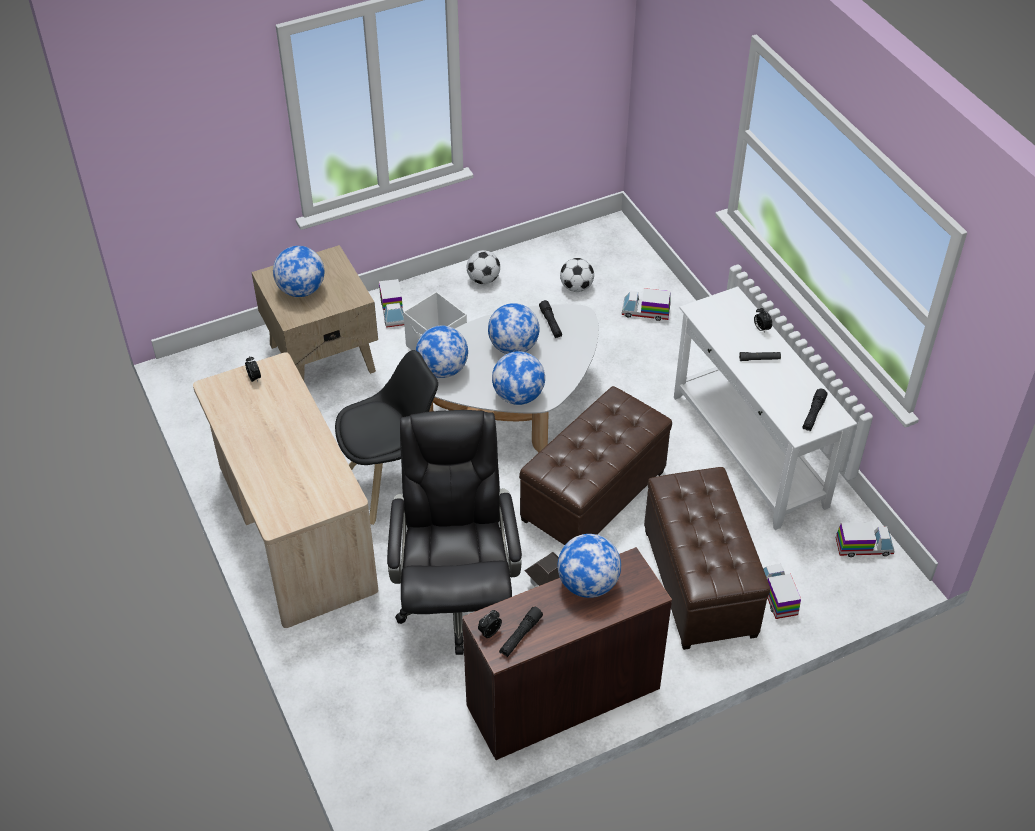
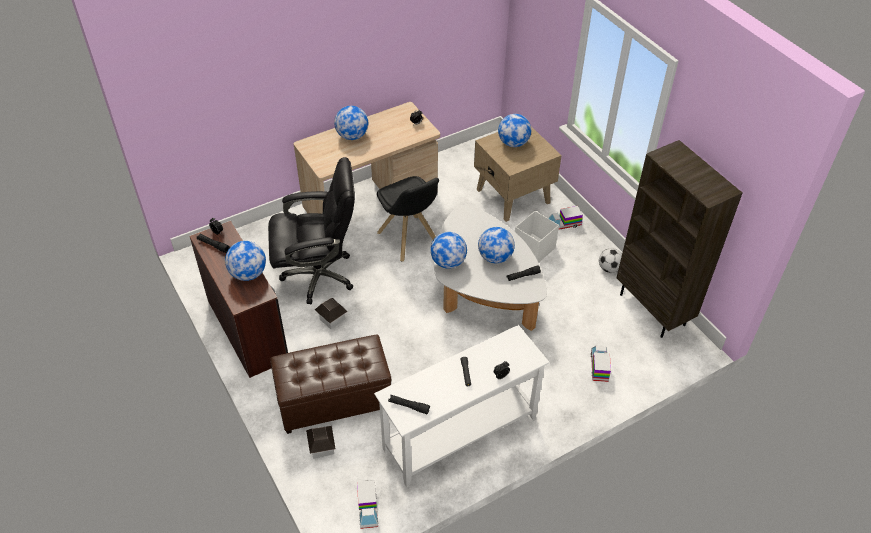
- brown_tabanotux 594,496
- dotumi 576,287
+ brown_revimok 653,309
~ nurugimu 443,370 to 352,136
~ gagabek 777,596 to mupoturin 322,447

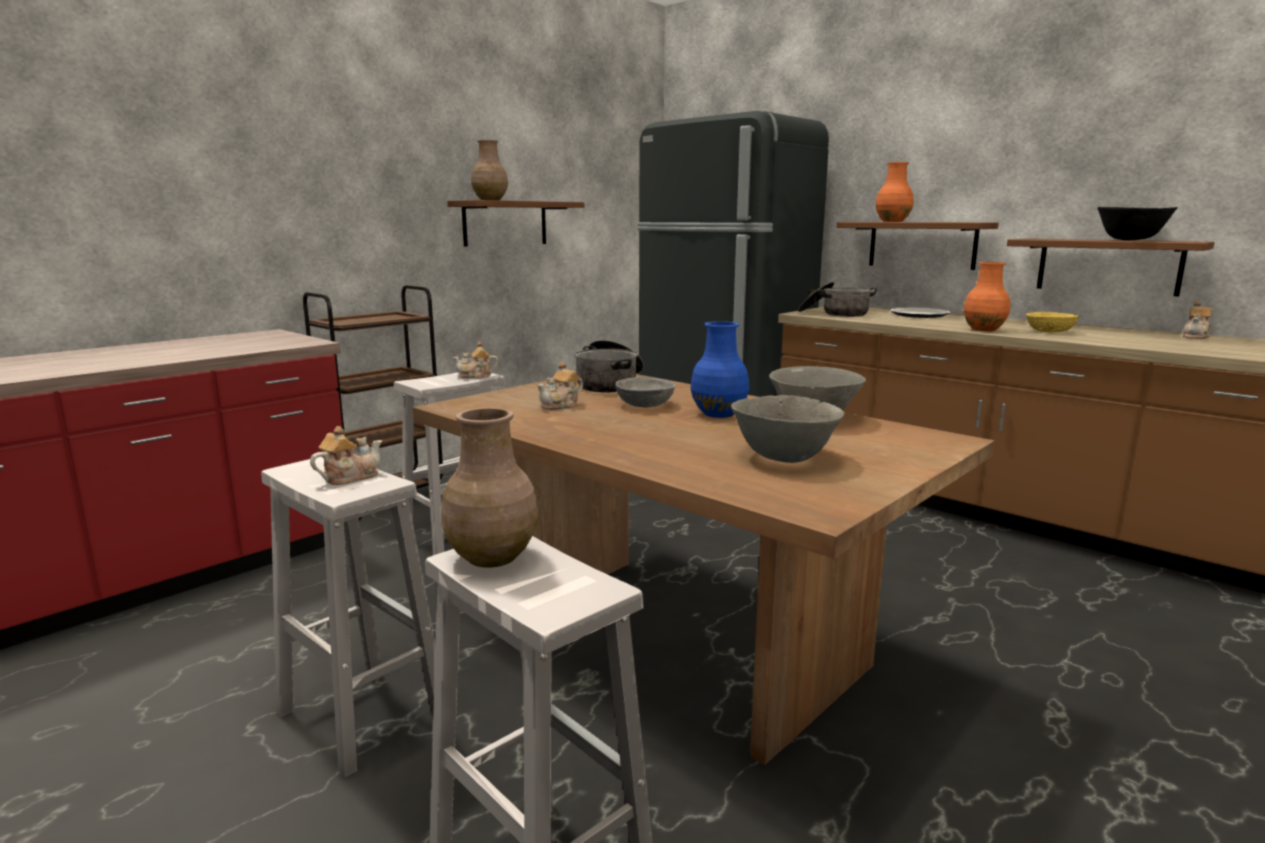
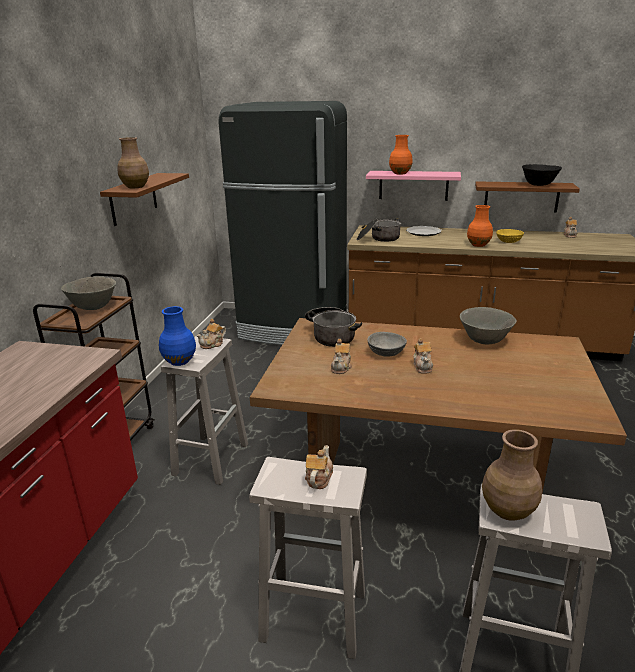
+ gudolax 423,366
~ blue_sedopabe 719,414 to 180,361
~ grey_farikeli 783,458 to 93,307
~ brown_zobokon 922,245 to pink_zobokon 413,185

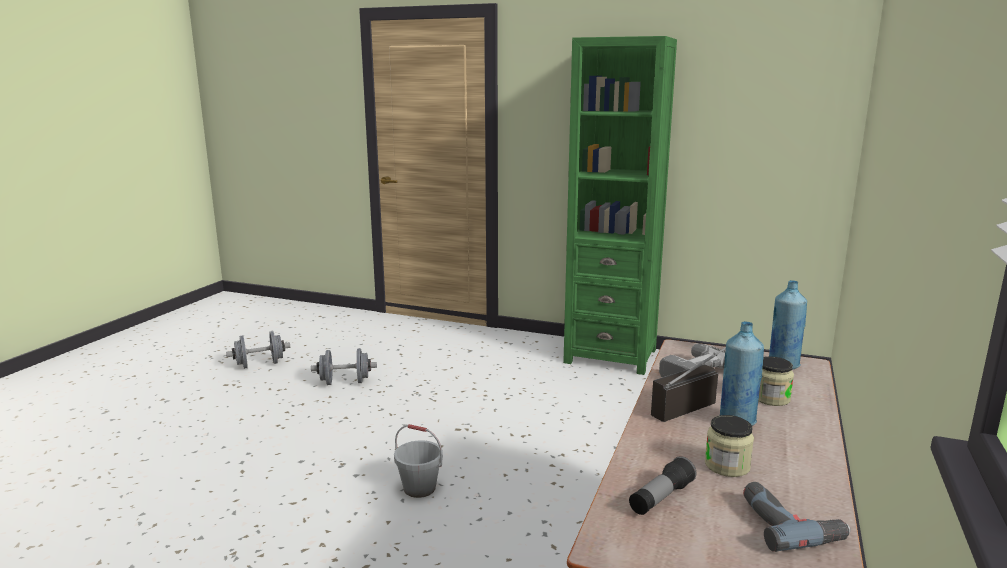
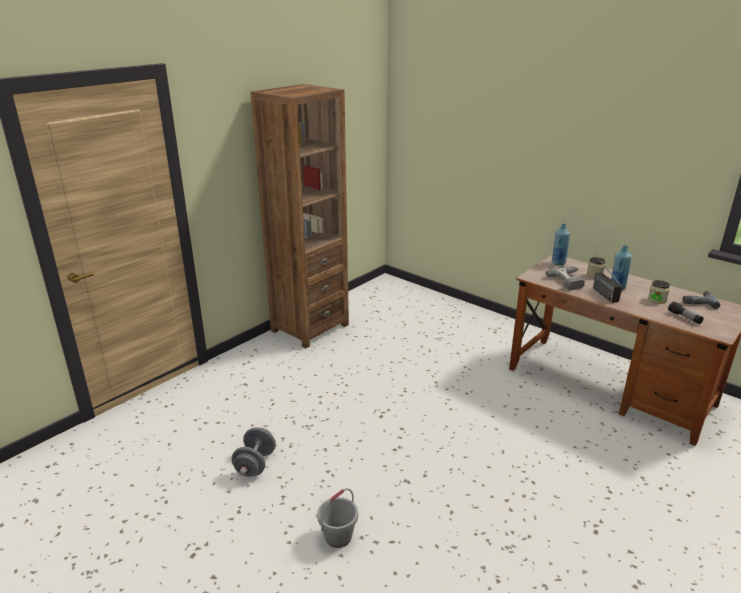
- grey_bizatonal 260,364
~ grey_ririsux 420,488 to 338,536
~ green_revimok 610,356 to brown_revimok 310,328

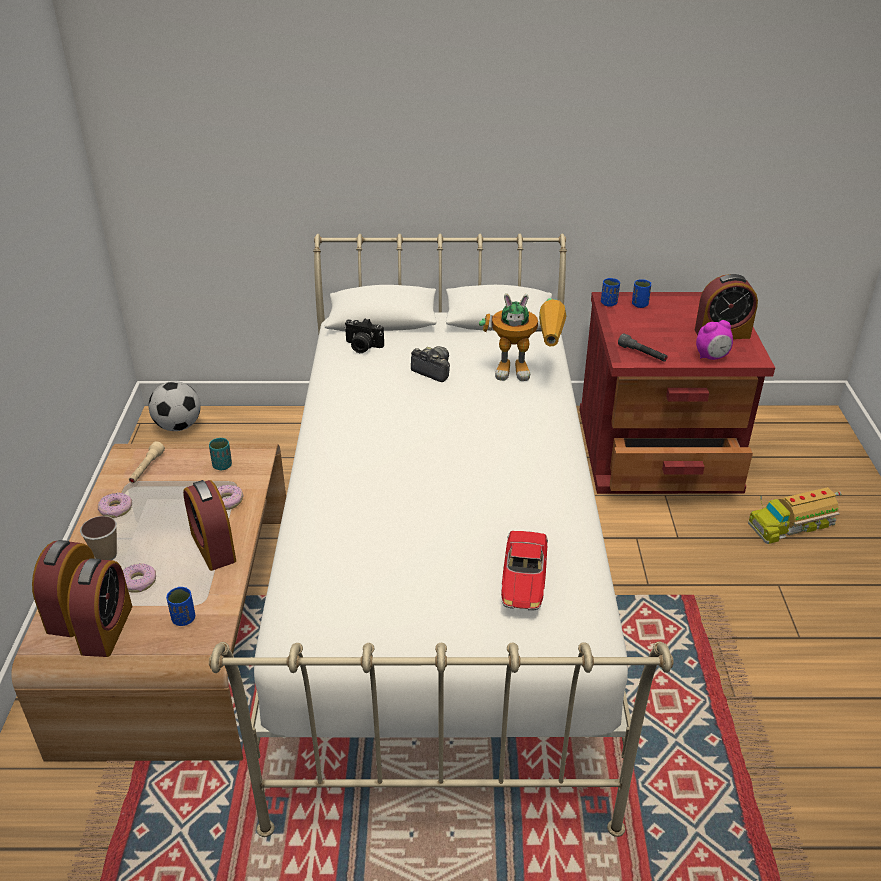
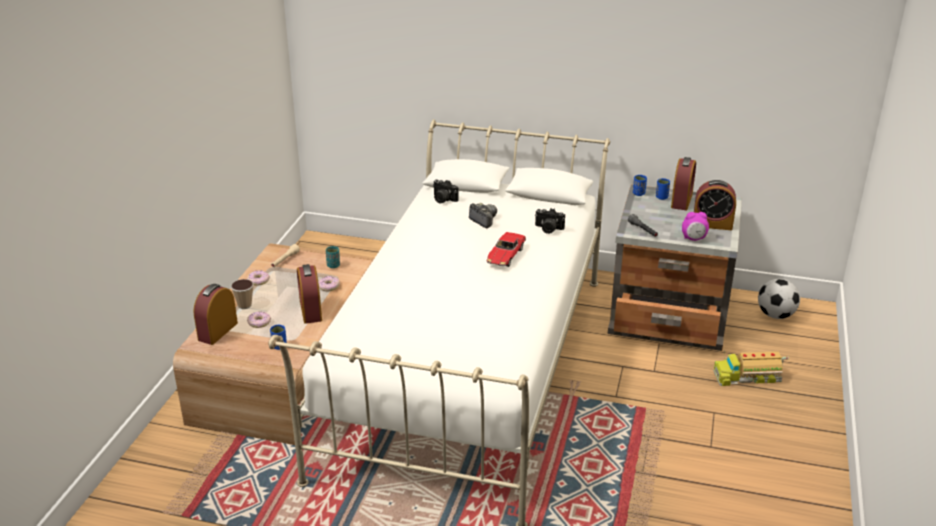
~ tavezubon 107,629 to 681,201
~ dotumi 178,426 to 775,315
~ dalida 523,579 to 505,256
~ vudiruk 526,371 to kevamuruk 548,229
~ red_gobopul 661,455 to grey_gobopul 670,315

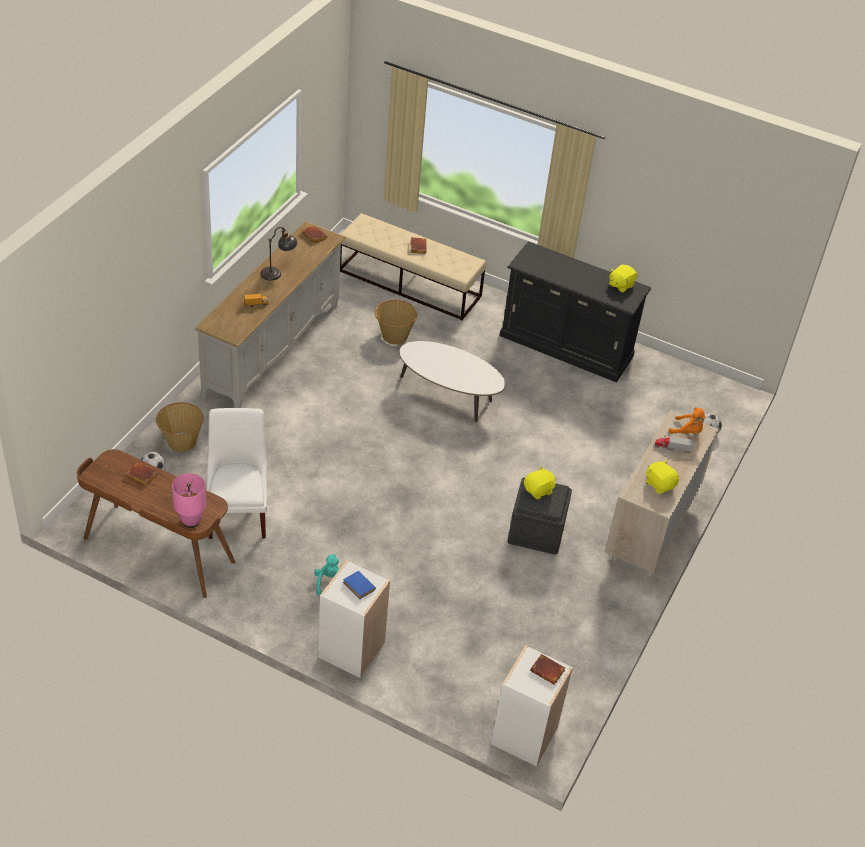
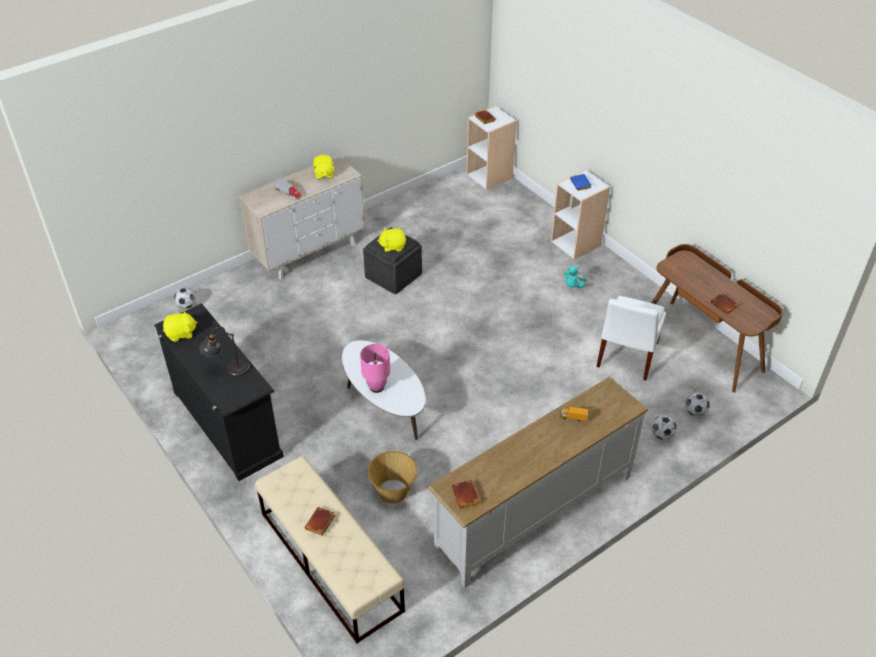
- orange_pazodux 687,431
~ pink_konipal 191,521 to 376,387
~ grey_konipal 278,270 to 228,370
~ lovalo 181,441 to dotumi 661,435

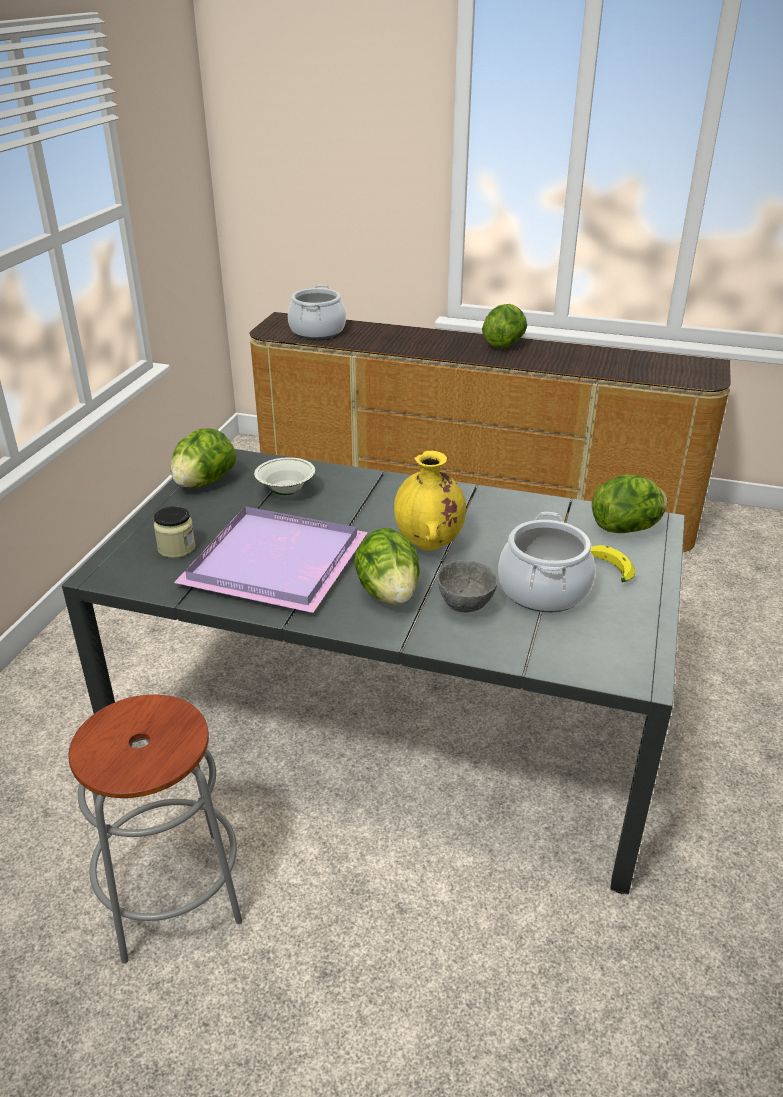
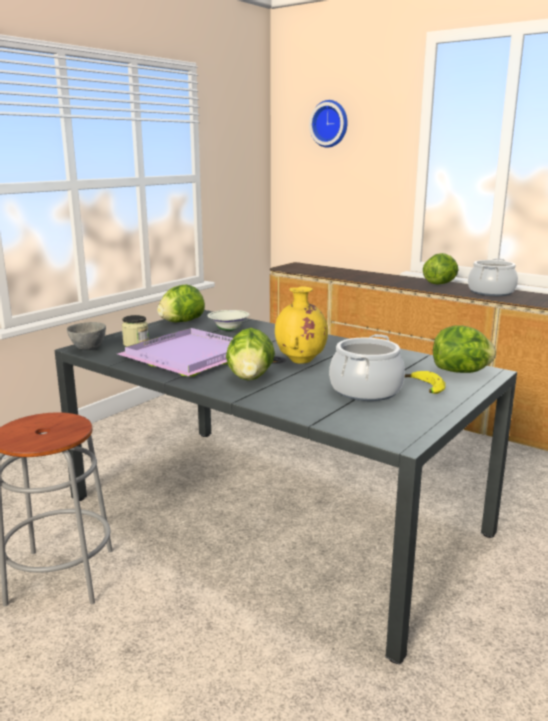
+ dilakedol 330,124
~ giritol 317,331 to 491,292
~ grey_farikeli 466,606 to 89,349

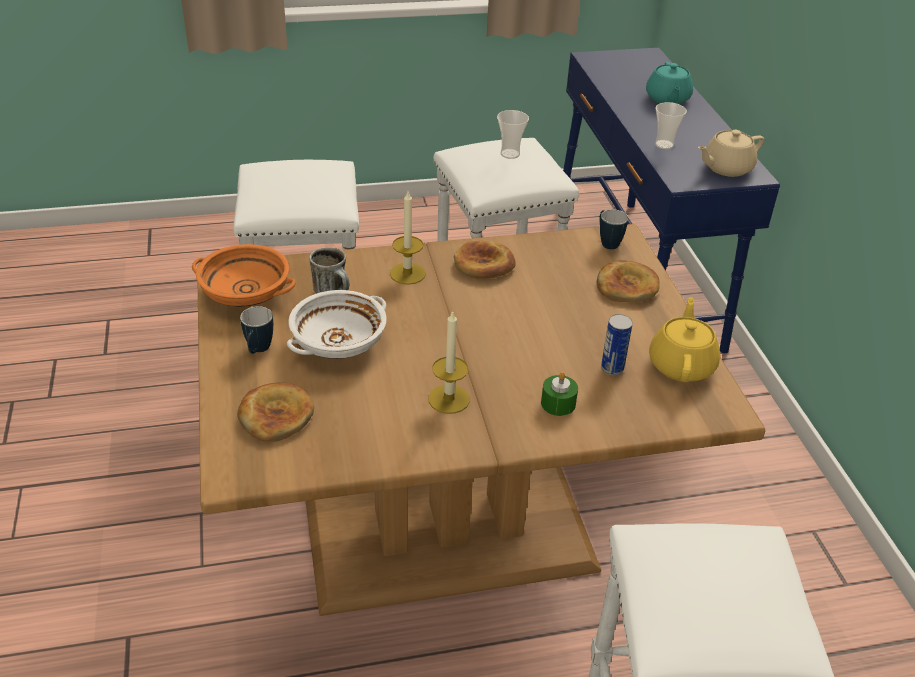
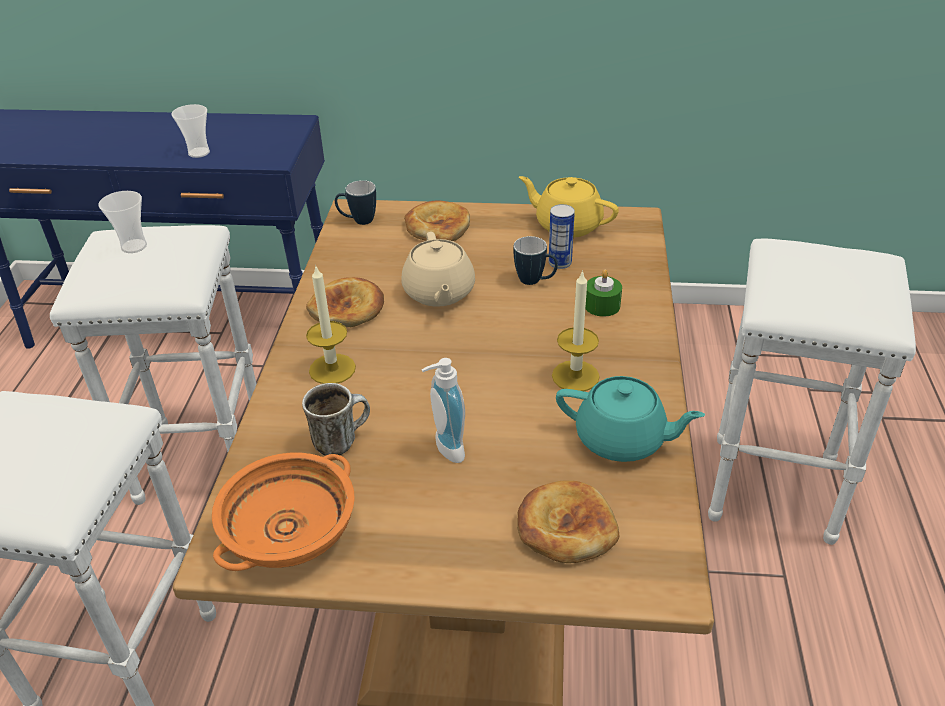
~ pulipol 258,351 to 535,281
~ turquoise_gudolax 667,99 to 622,440
~ beige_gudolax 726,168 to 438,293
~ white_farikeli 338,343 to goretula 445,450

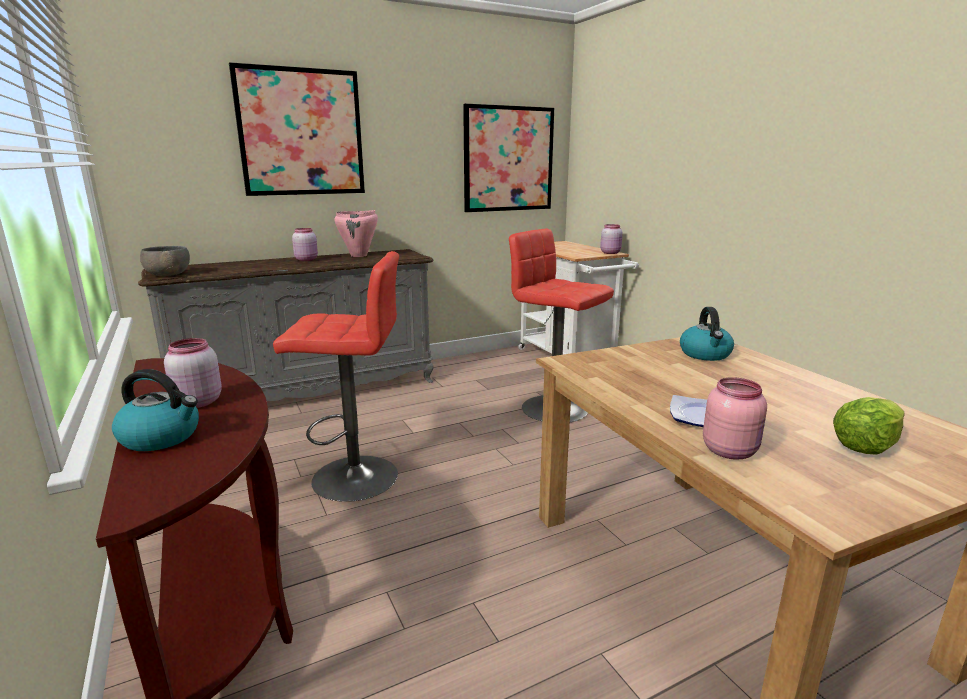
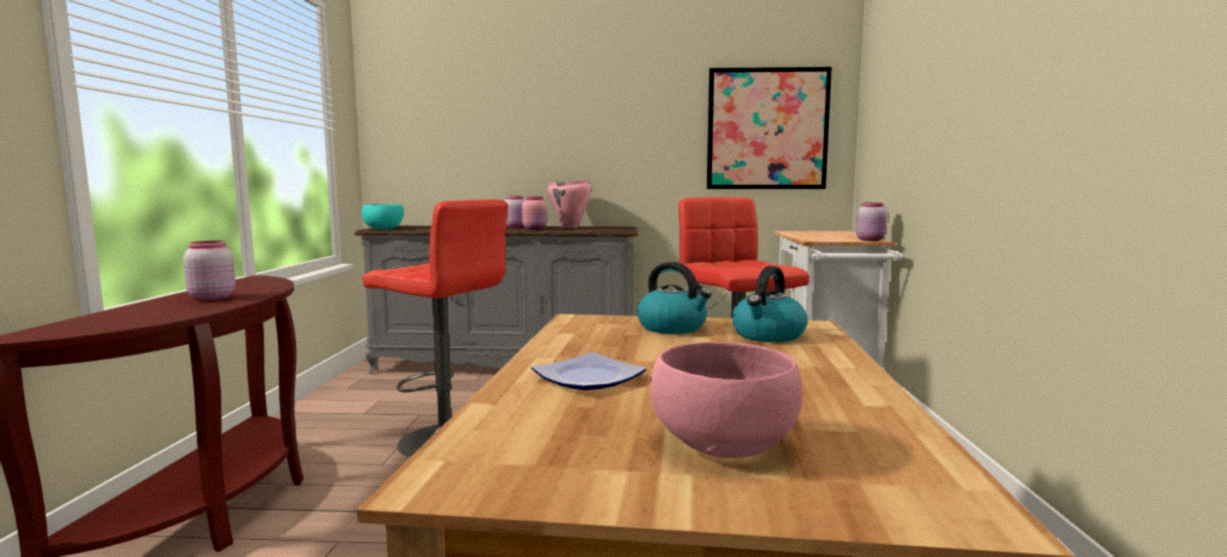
- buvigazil 301,133
~ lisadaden 162,437 to 673,328
~ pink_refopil 730,451 to 535,229
~ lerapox 865,446 to pink_farikeli 722,443
~ grey_farikeli 168,275 to turquoise_farikeli 383,228

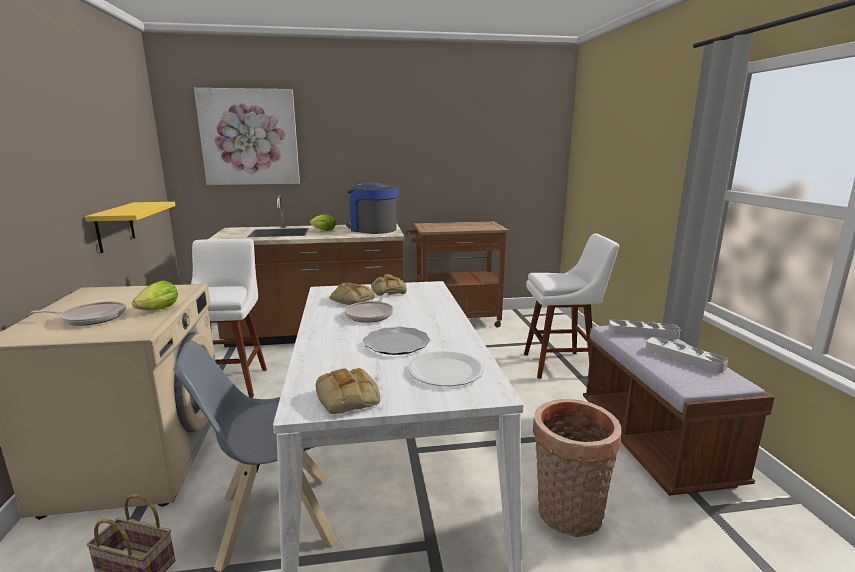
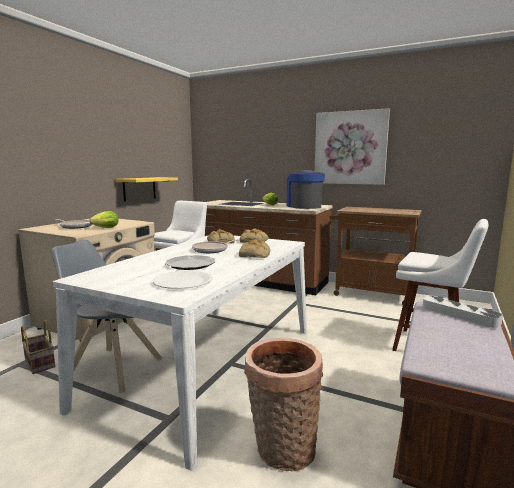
- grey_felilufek 684,358
~ buvigazil 249,137 to 350,148
~ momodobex 349,398 to 255,255

